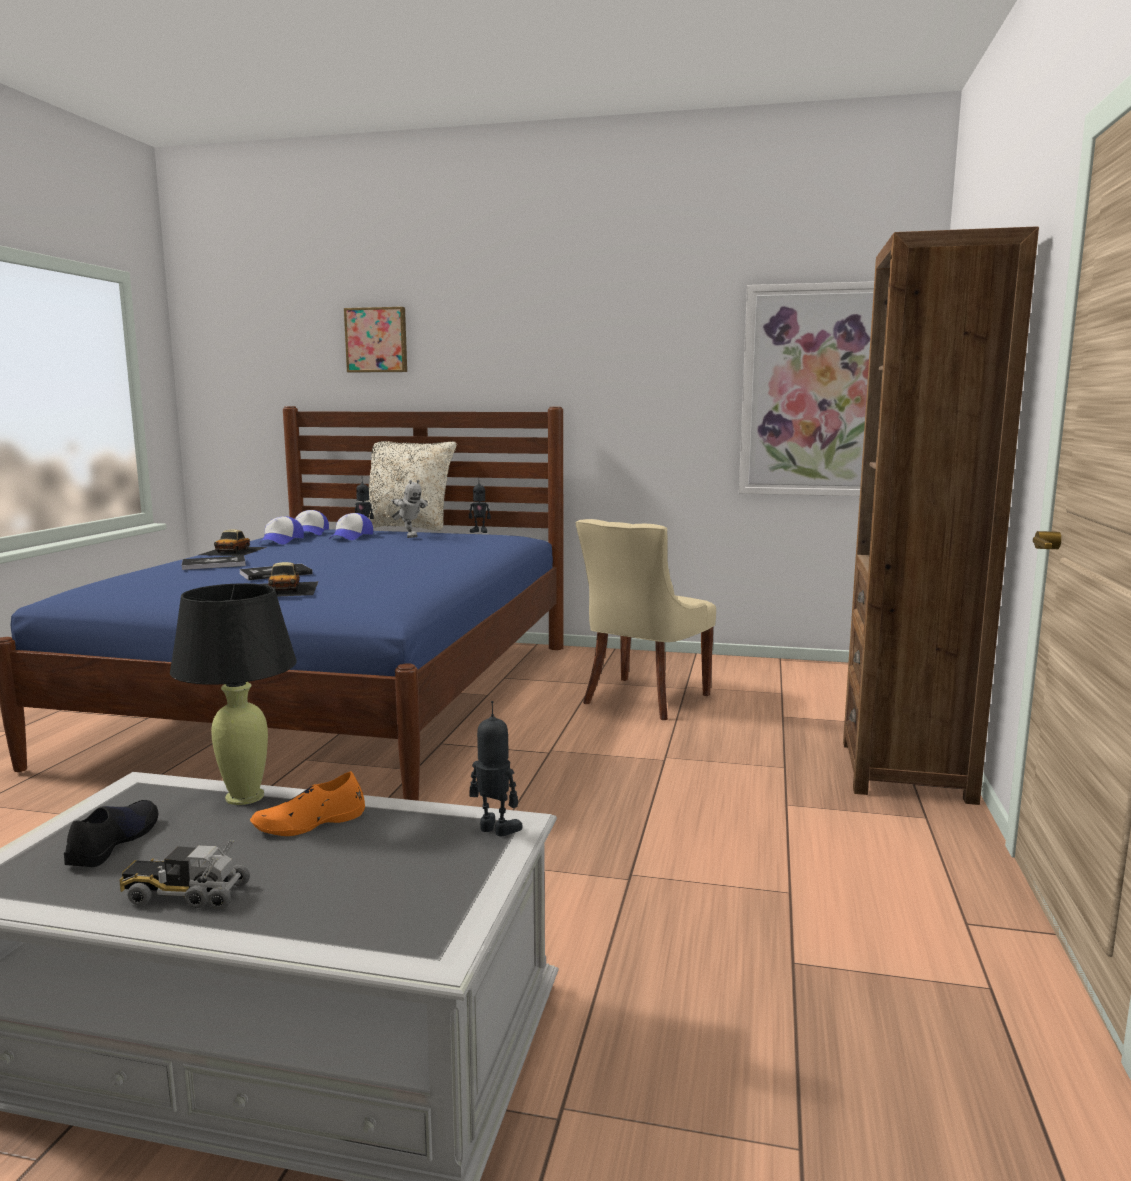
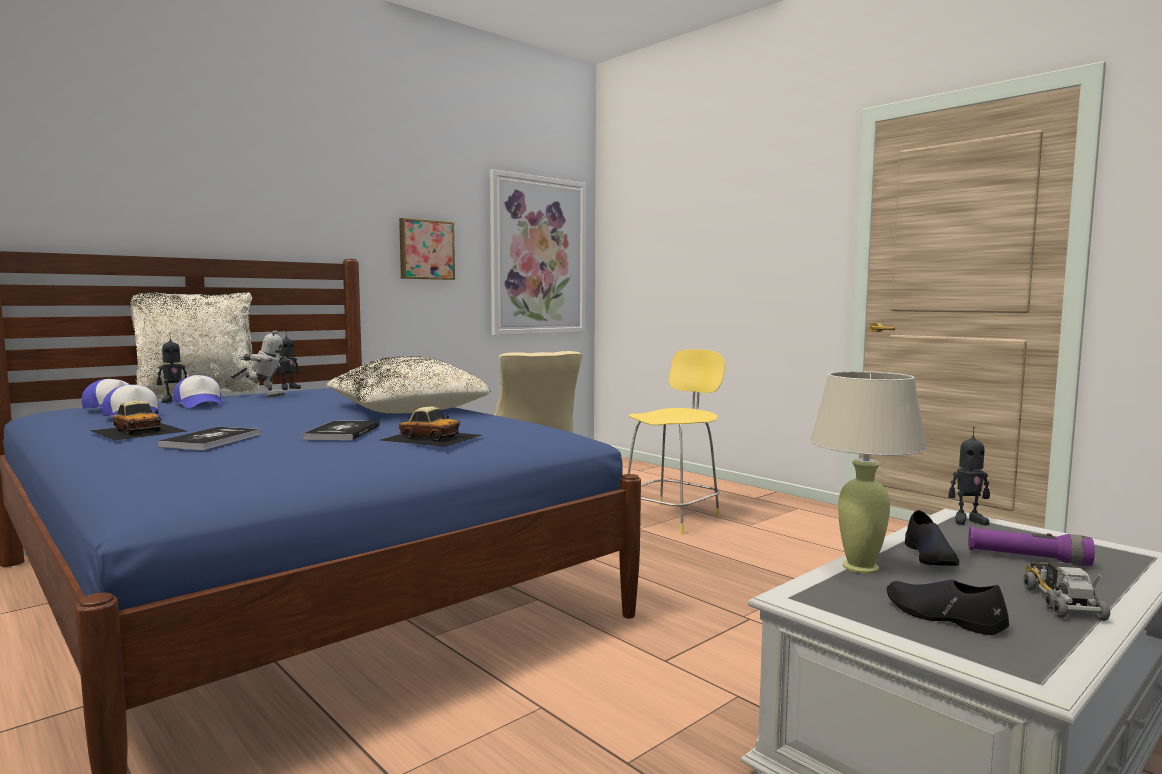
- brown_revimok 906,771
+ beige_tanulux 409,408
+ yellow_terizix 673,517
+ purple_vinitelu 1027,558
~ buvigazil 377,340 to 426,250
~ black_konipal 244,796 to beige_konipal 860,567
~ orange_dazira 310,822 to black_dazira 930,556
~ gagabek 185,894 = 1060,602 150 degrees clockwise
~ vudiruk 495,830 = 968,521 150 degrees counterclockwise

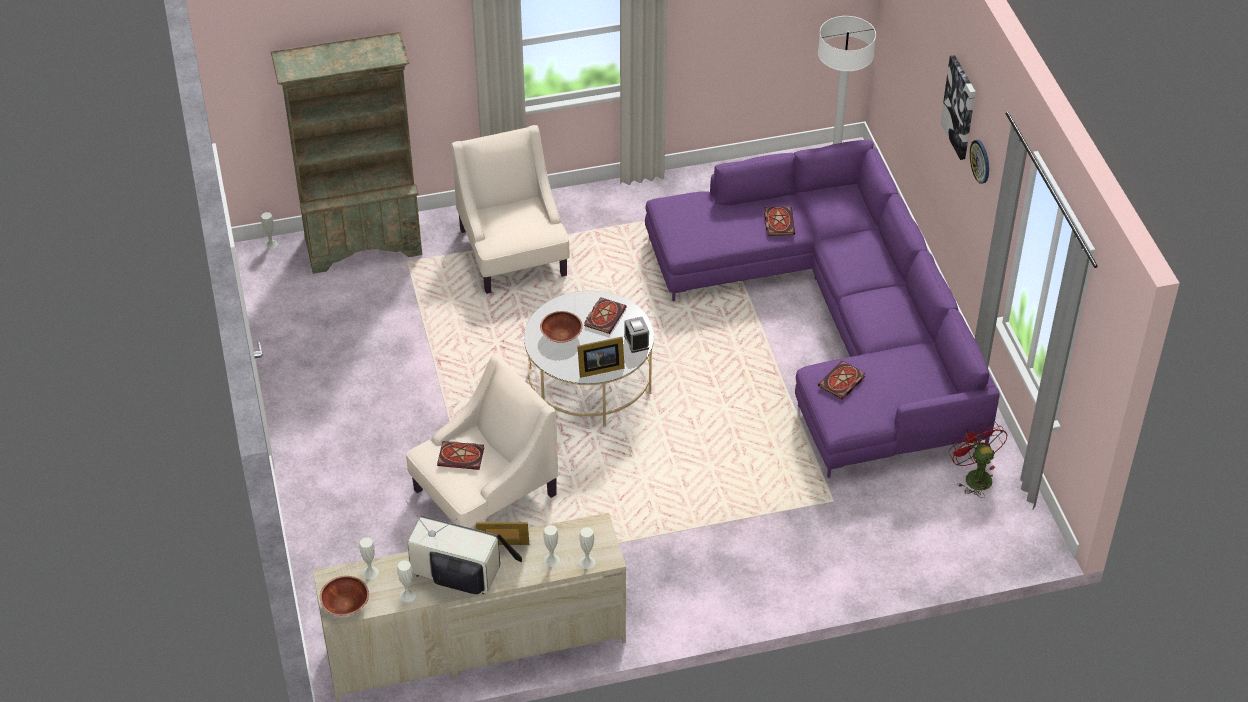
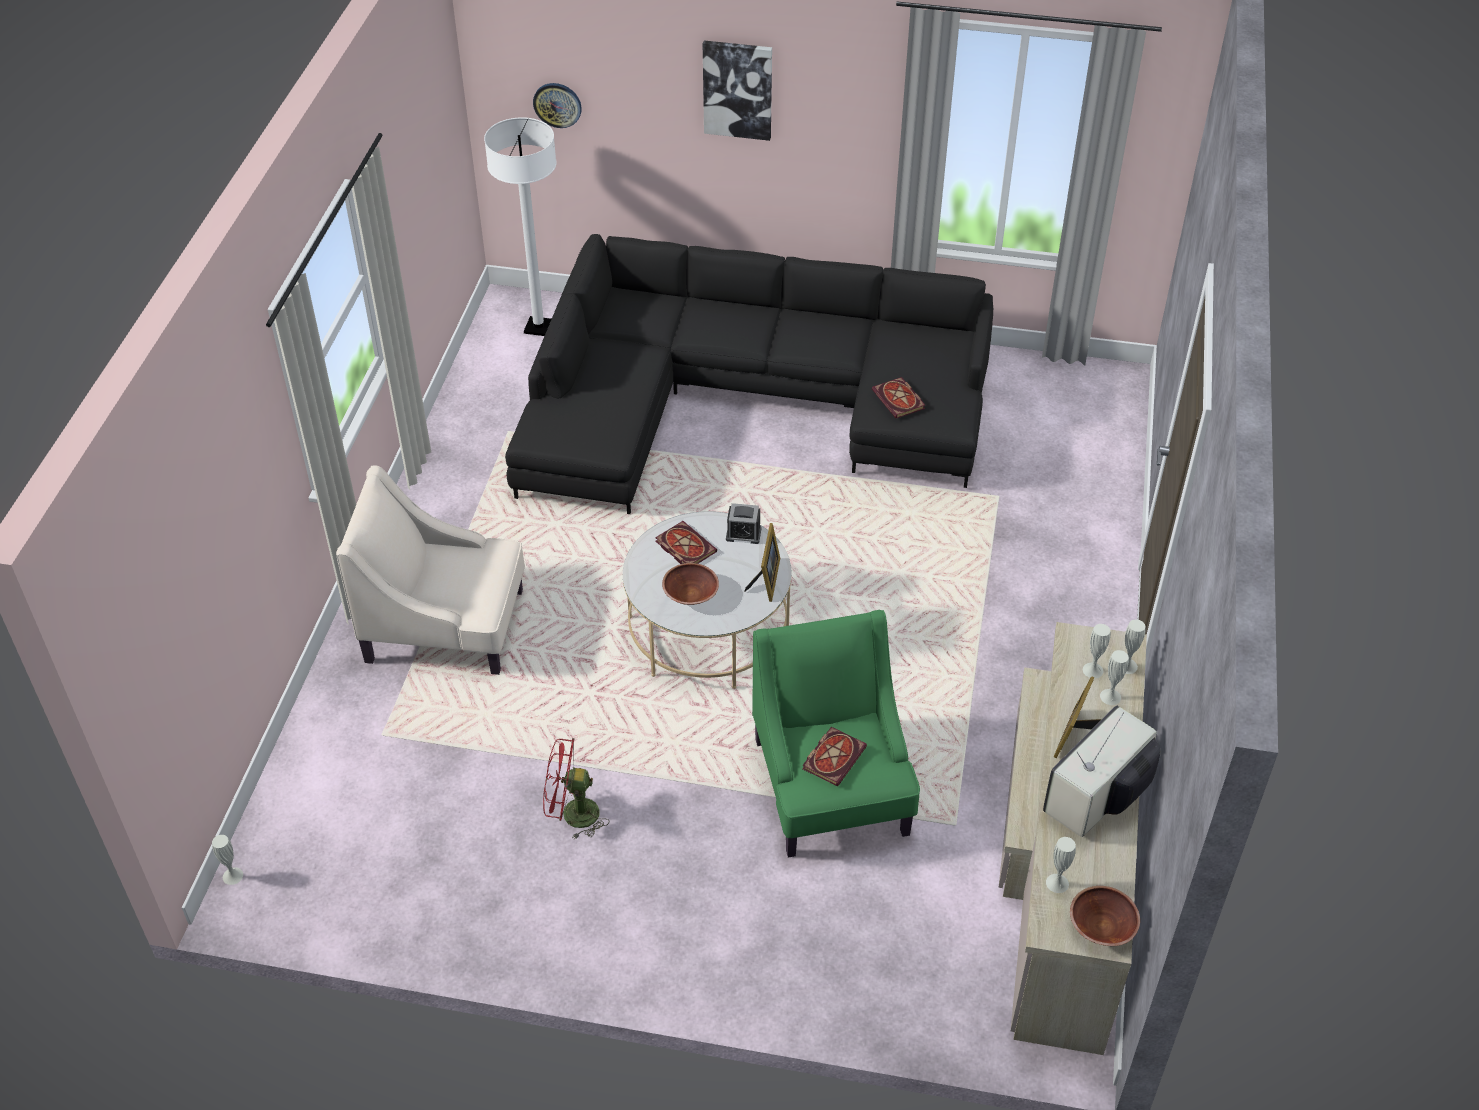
- green_revimok 363,245
- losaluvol 778,222
~ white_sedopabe 407,595 to 1092,670
~ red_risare 974,476 to 572,814
~ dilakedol 980,161 to 557,104
~ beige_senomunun 483,493 to green_senomunun 831,788
~ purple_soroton 833,320 to black_soroton 743,402

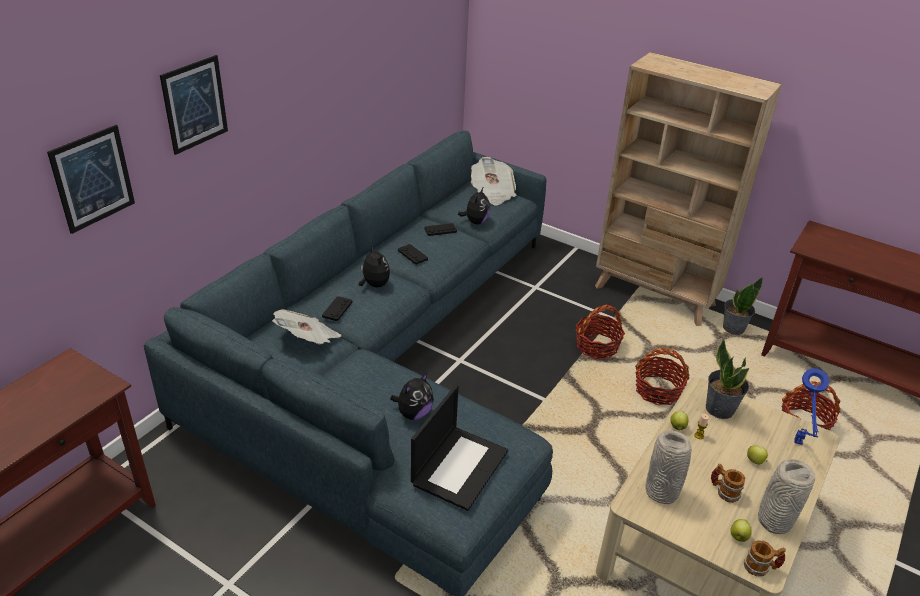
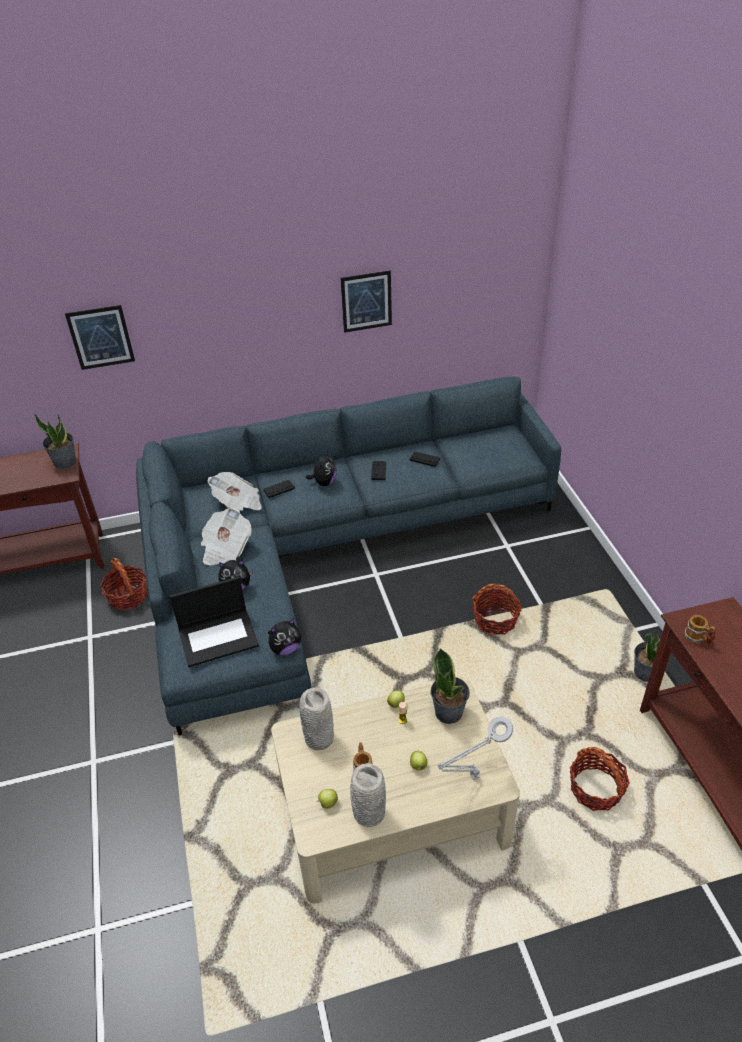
- beige_revimok 655,296
+ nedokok 65,462
~ buvigazil 195,104 to 366,301
~ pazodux 475,222 to 285,649
~ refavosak 492,193 to 225,549
~ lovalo 657,391 to 128,596
~ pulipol 761,567 to 697,639
~ blue_konipal 797,444 to grey_konipal 472,778

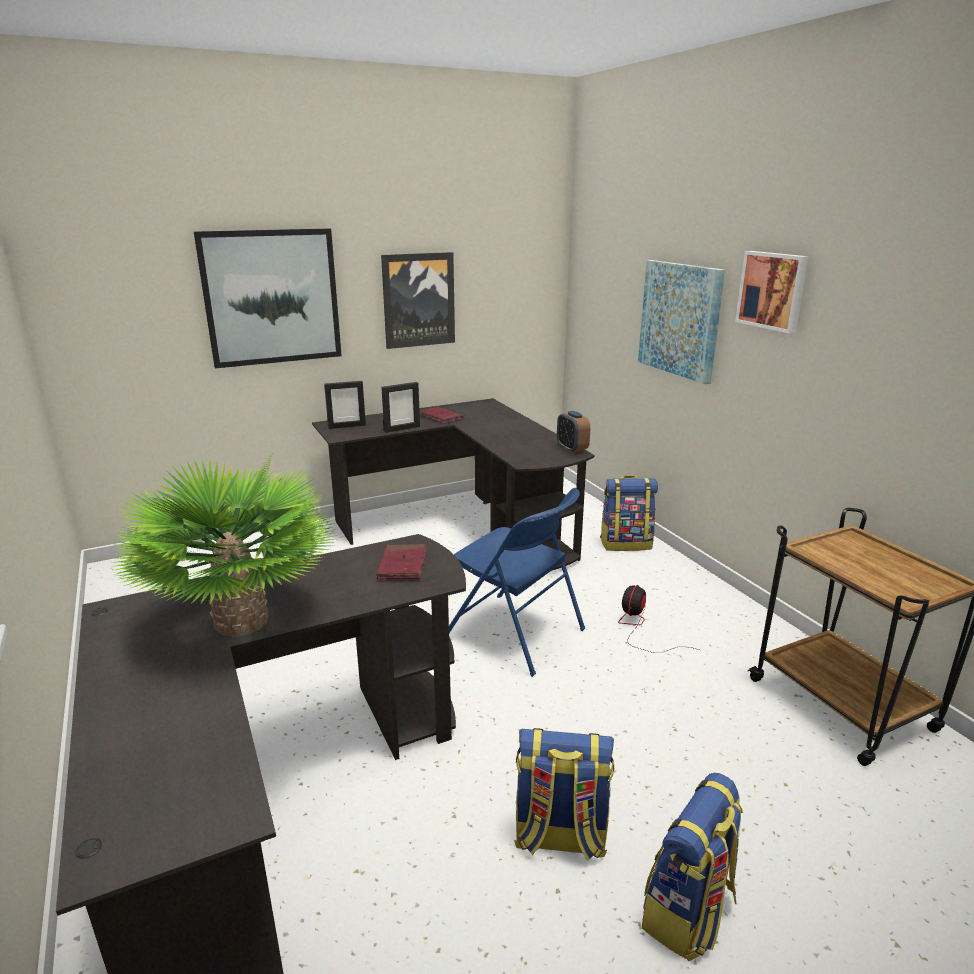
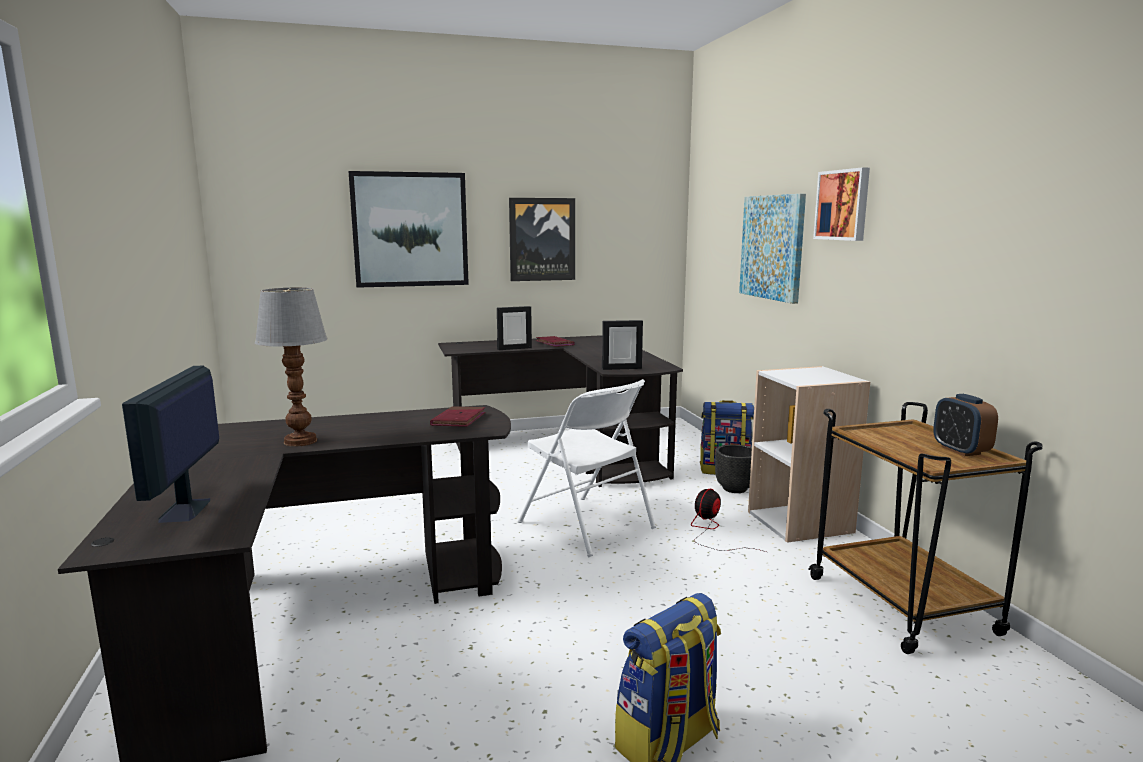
- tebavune 559,837
+ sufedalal 184,510
+ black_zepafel 735,489
+ revimok 800,522
~ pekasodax 346,426 to 621,368
~ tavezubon 572,449 to 960,450
~ nedokok 241,620 to konipal 301,441
~ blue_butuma 514,633 to white_butuma 585,525

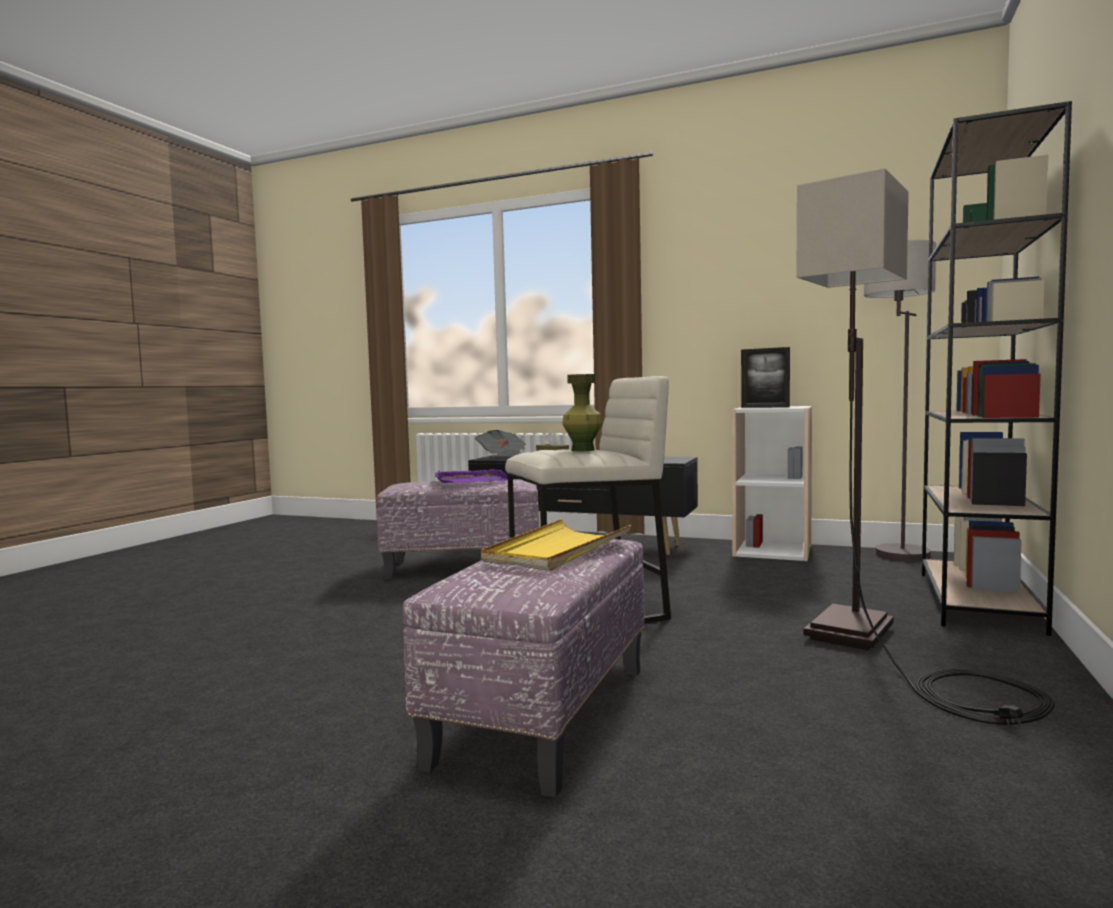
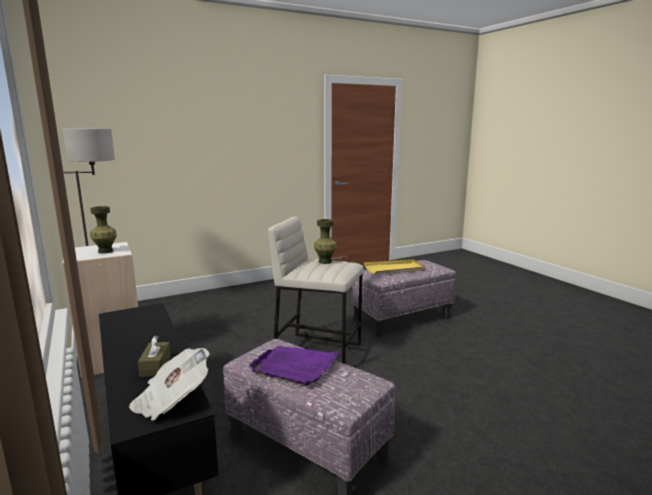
- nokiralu 911,664
- beige_revimok 978,601
~ pekasodax 765,407 to green_sedopabe 105,251

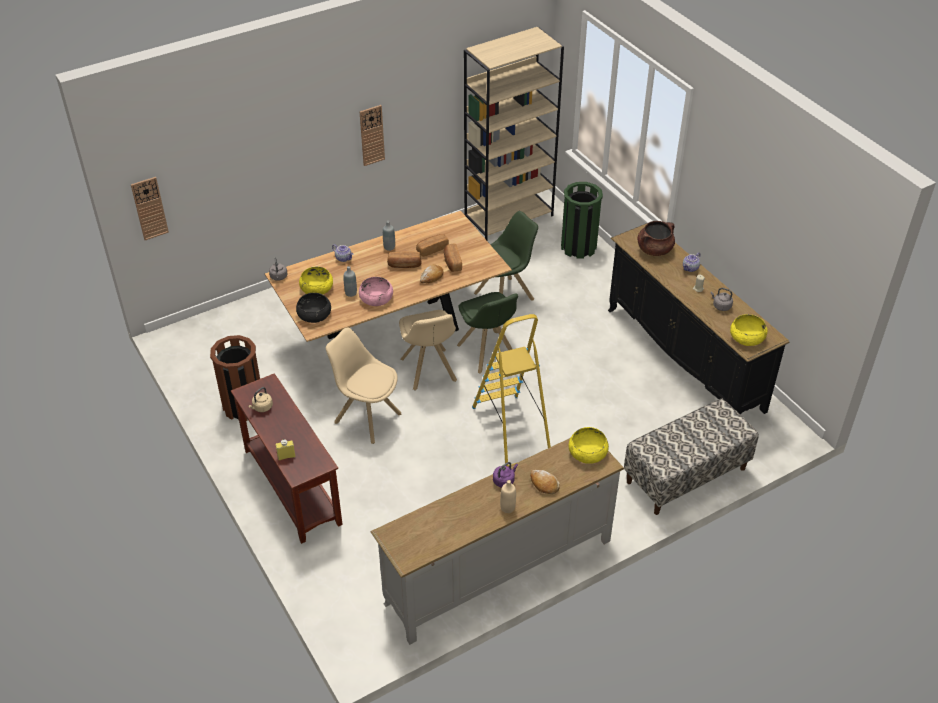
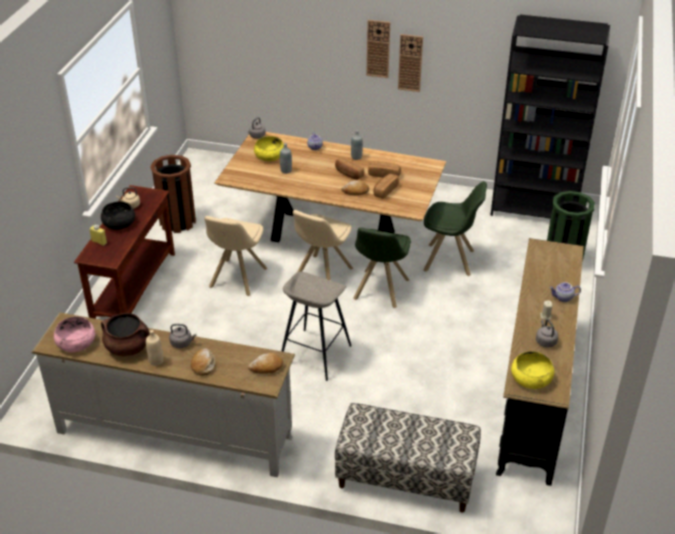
~ dilakedol 149,208 to 378,48
~ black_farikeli 314,314 to 119,223
~ pink_farikeli 376,298 to 76,342
~ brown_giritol 654,250 to 128,347
~ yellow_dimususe 511,436 to grey_terizix 314,354
~ yellow_farikeli 587,452 to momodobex 266,367
~ beige_revimok 509,217 to black_revimok 534,209
~ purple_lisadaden 504,480 to grey_lisadaden 182,343
~ beige_butuma 367,418 = 237,278 150 degrees counterclockwise

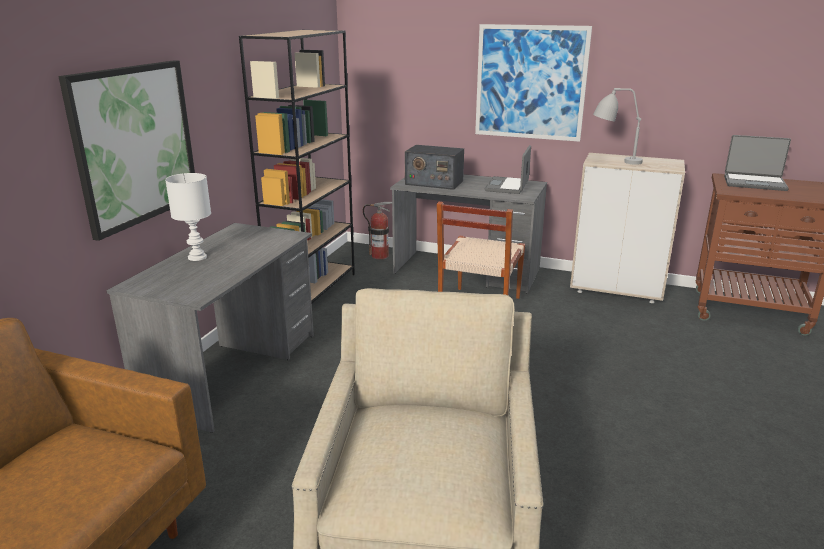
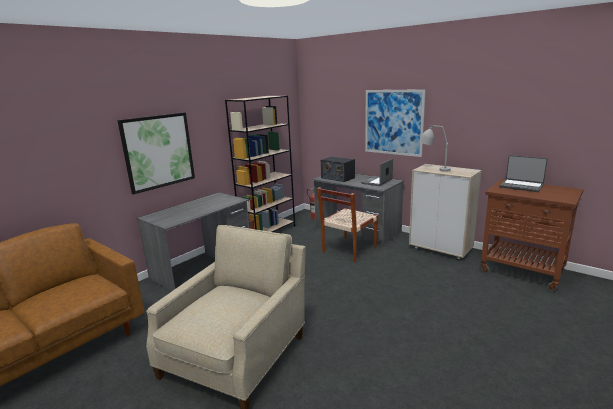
- white_konipal 197,257

